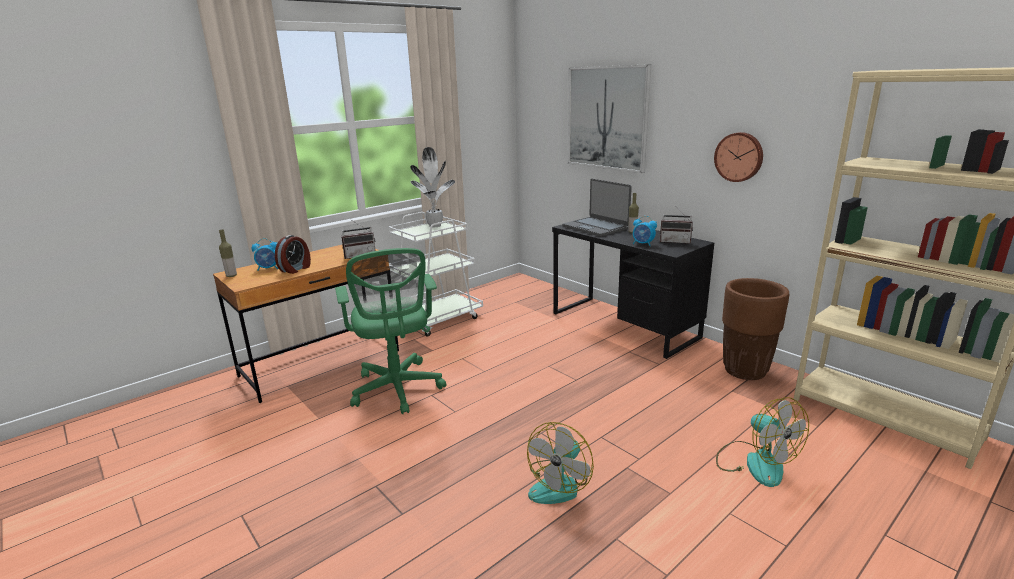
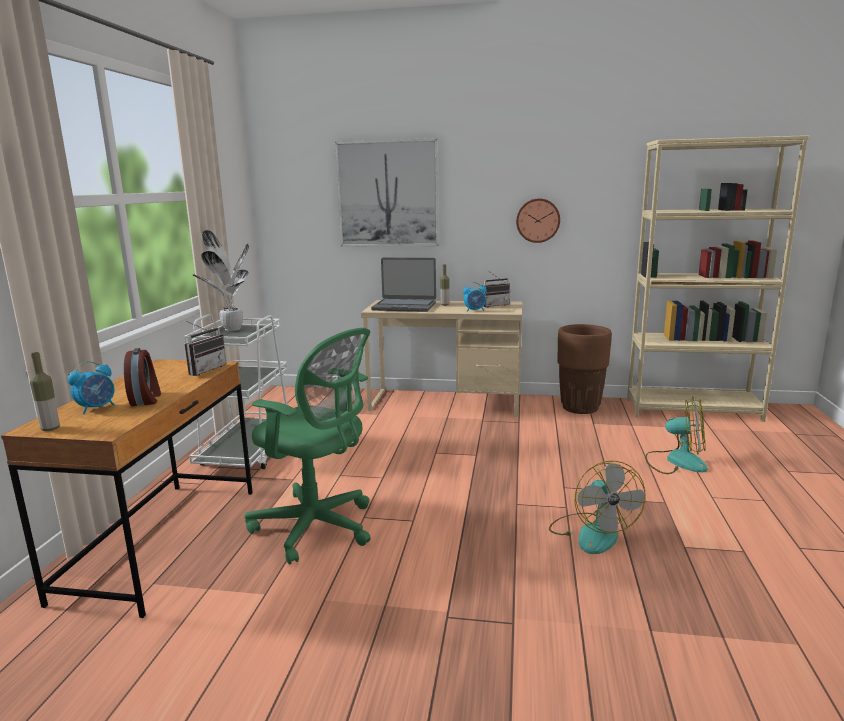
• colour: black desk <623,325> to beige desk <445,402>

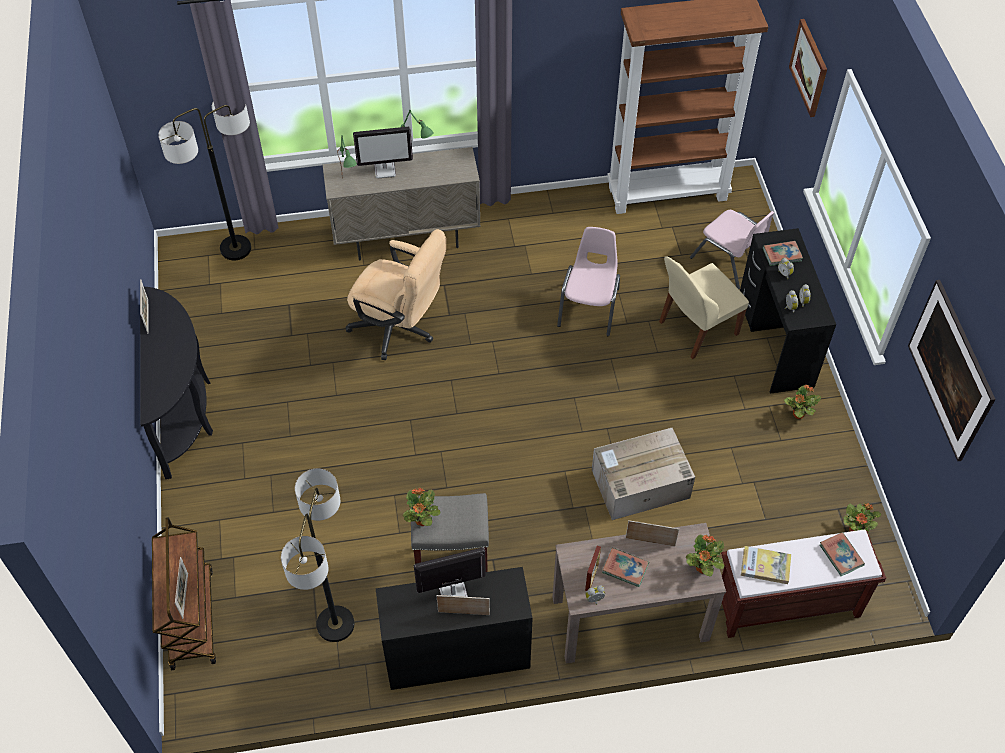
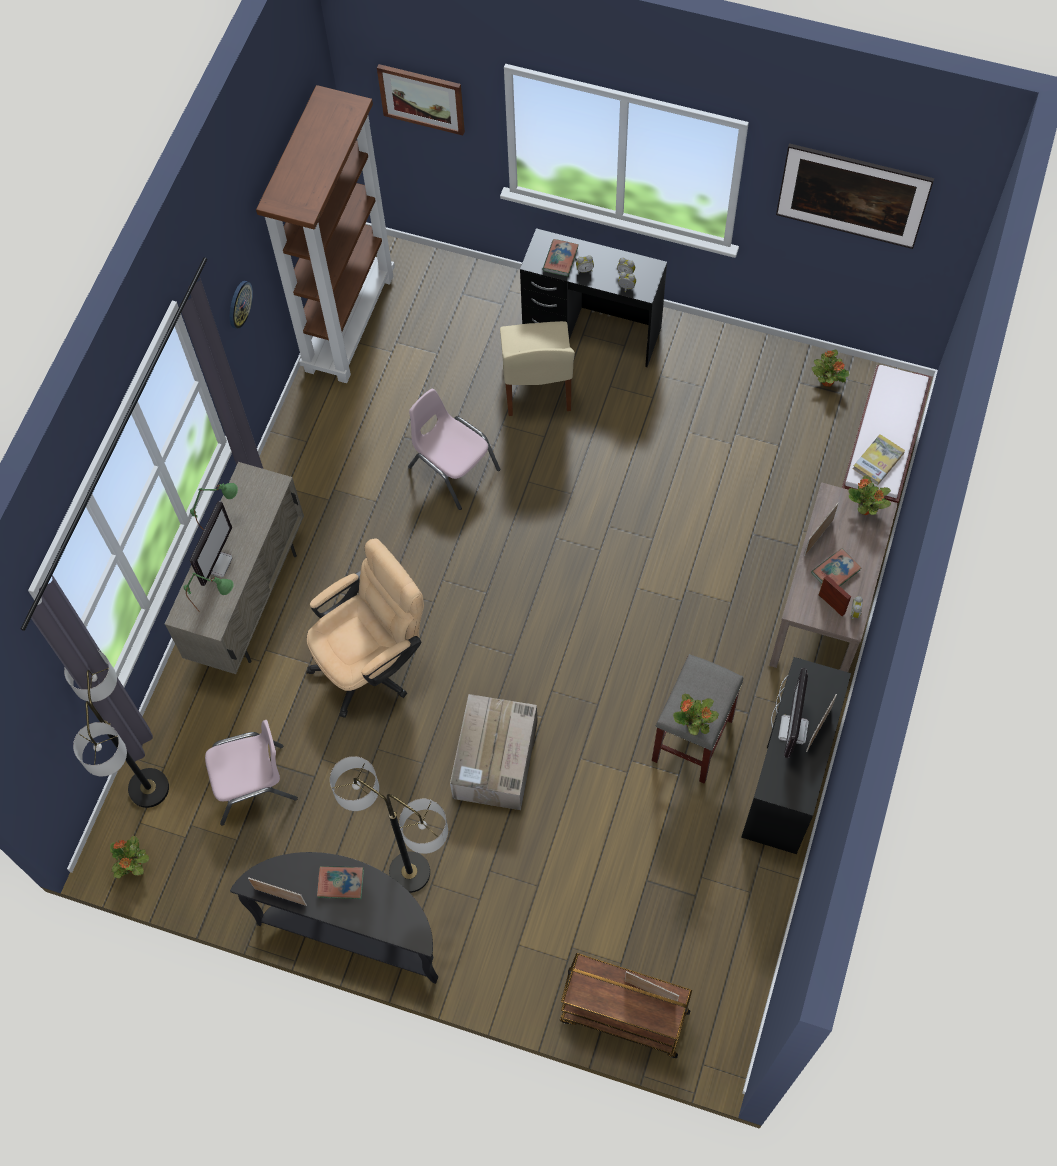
• relocated: potted plant <798,414> to <134,866>
• relocated: pink chair <729,261> to <252,784>
• appeared: wall clock <239,304>
• relocated: book <841,555> to <341,883>
• relocated: floor lamp <335,624> to <409,872>
• relocated: cardboard box <639,484> to <495,761>

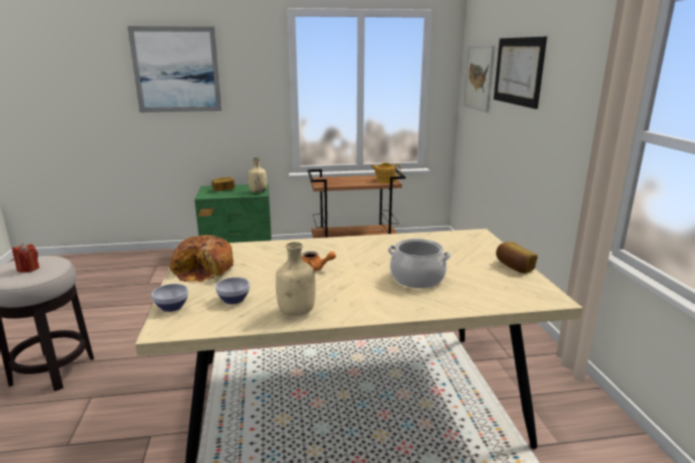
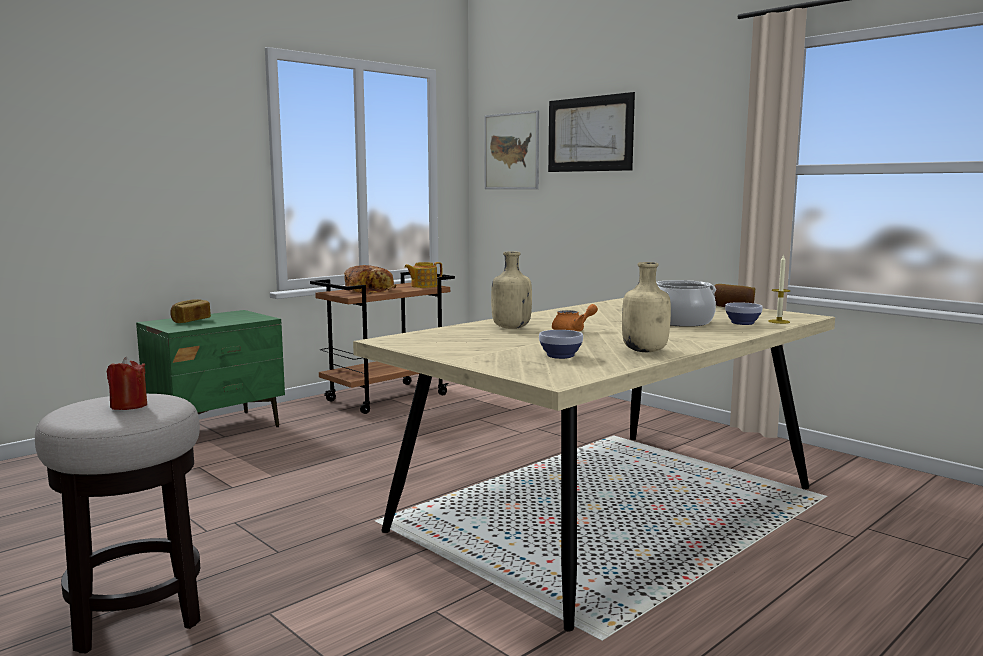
• relocated: bread <205,270> to <370,290>
• relocated: beige bottle <258,192> to <510,328>
• relocated: bowl <171,307> to <743,323>
• appeared: candle <779,321>
• missing: picture <176,70>

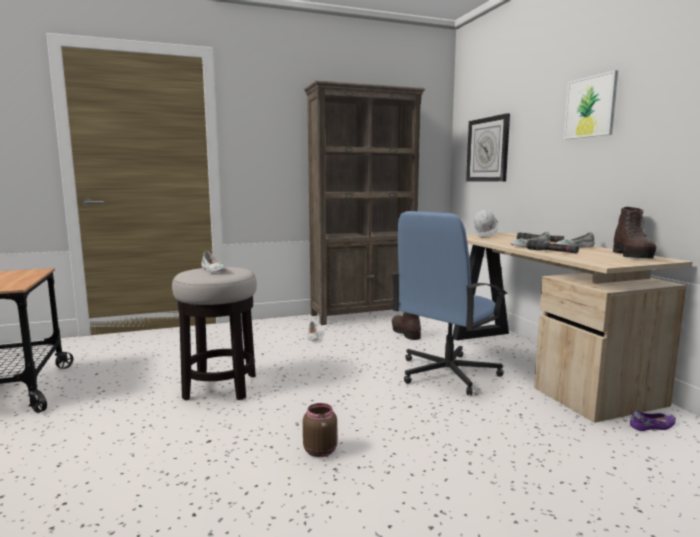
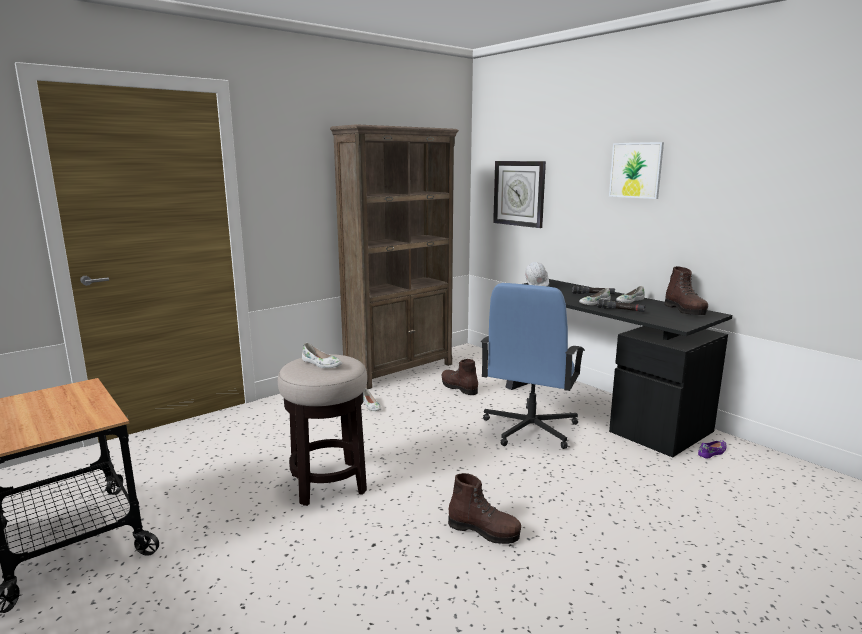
• exchanged: brown jar <320,450> to brown boot <484,530>
• colour: beige desk <537,364> to black desk <596,406>

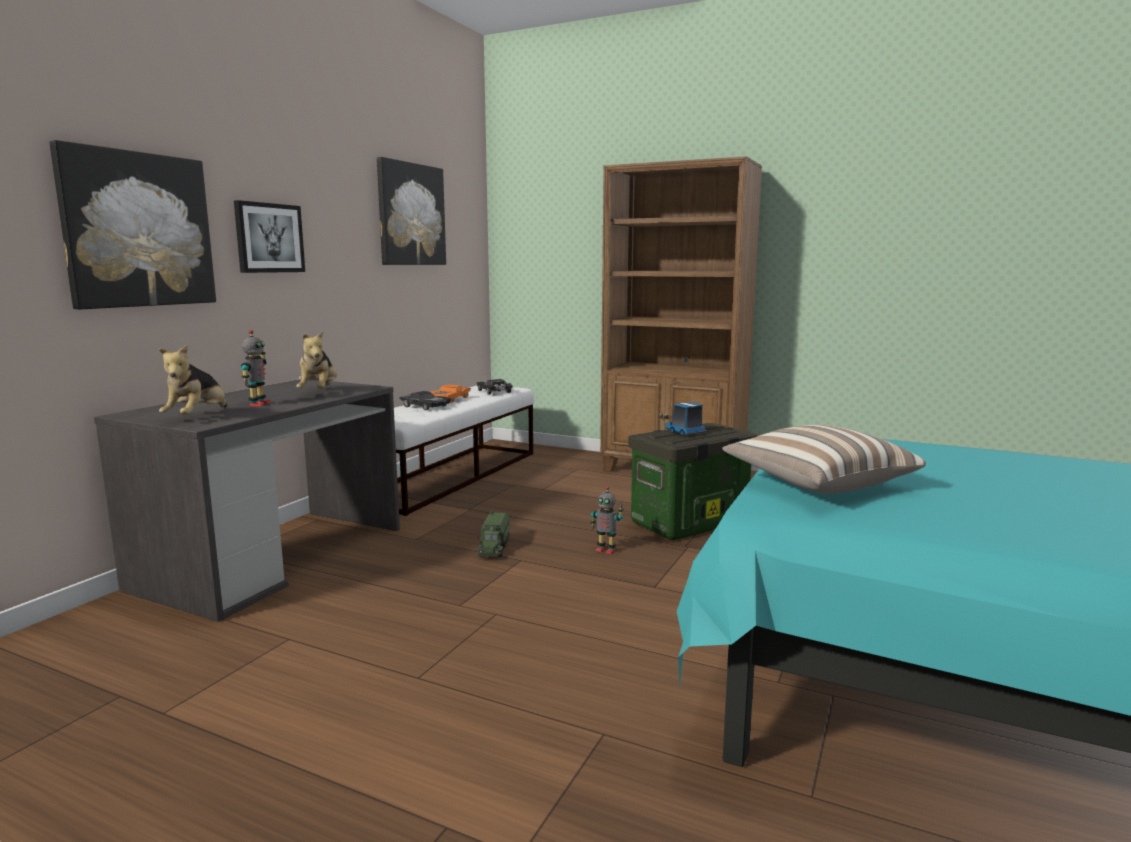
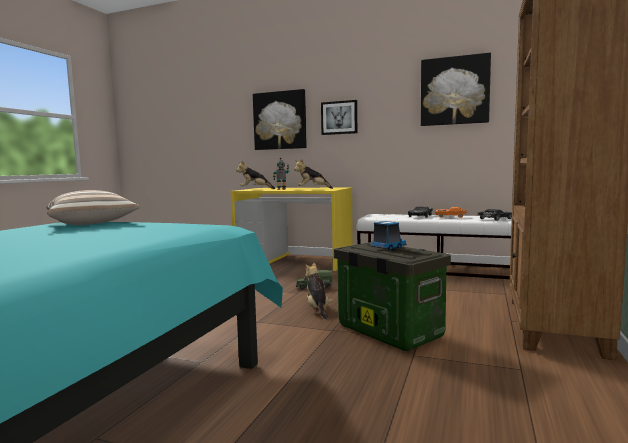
• colour: grey desk <273,557> to yellow desk <294,261>
• exchanged: toy robot <605,550> to plush toy <317,309>

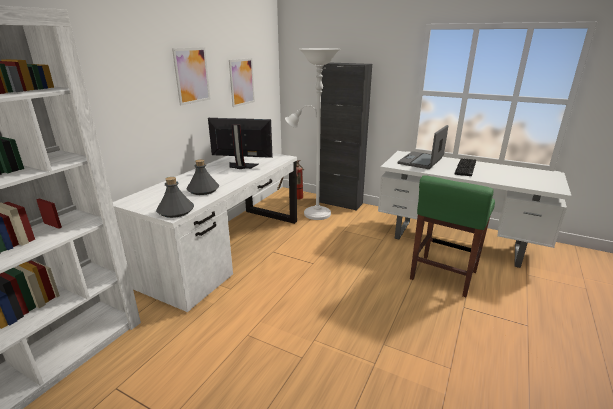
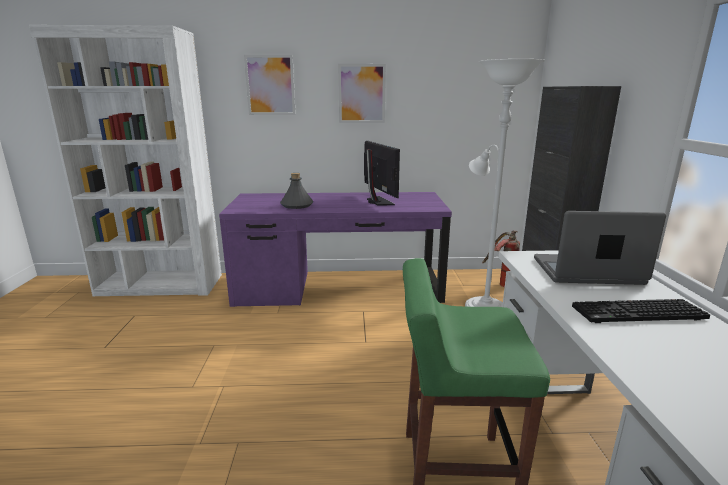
• colour: white desk <225,250> to purple desk <339,287>
• relocated: picture <242,82> to <270,85>
• missing: grey bottle <176,211>

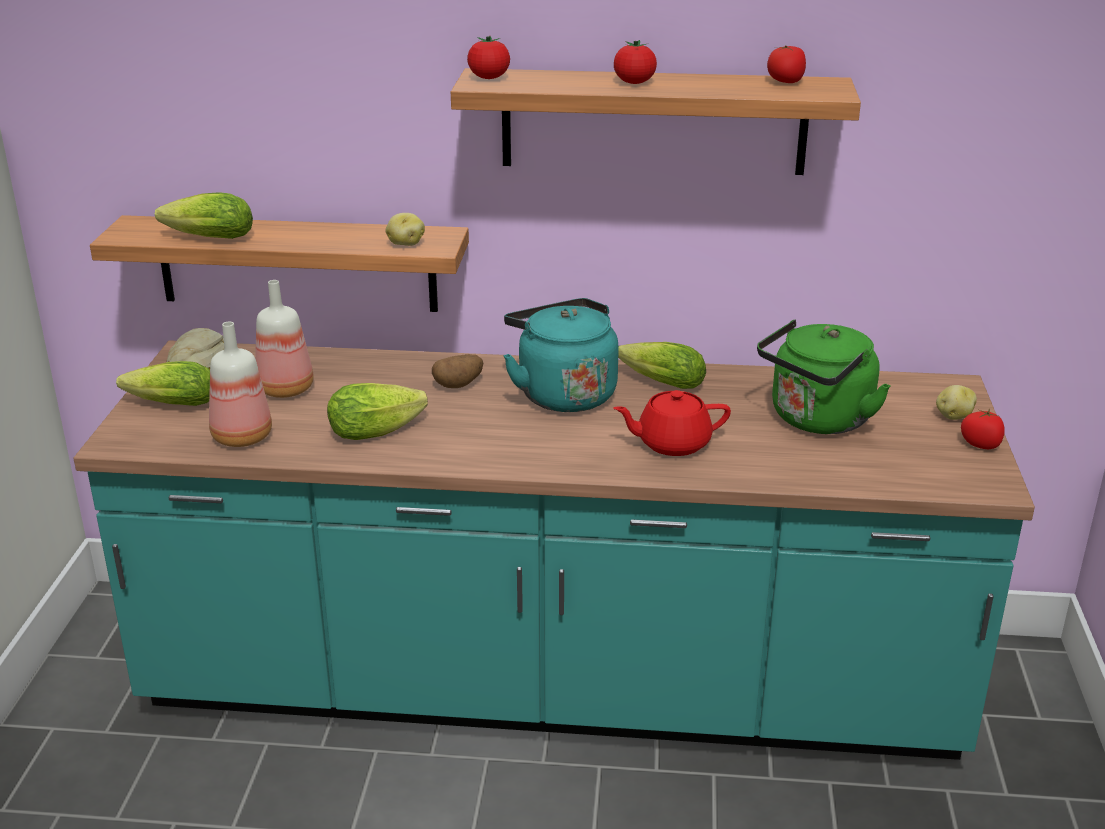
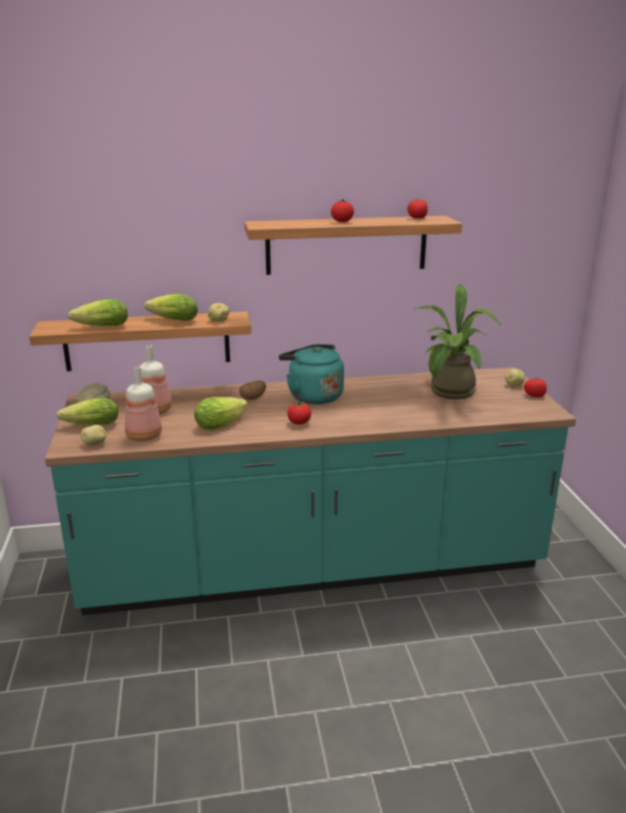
• appeared: potato <95,444>
• relocated: lettuce <658,382> to <171,320>
• relocated: tomato <489,78> to <299,423>
• exchanged: green kettle <817,420> to potted plant <450,394>
• missing: red teapot <672,443>

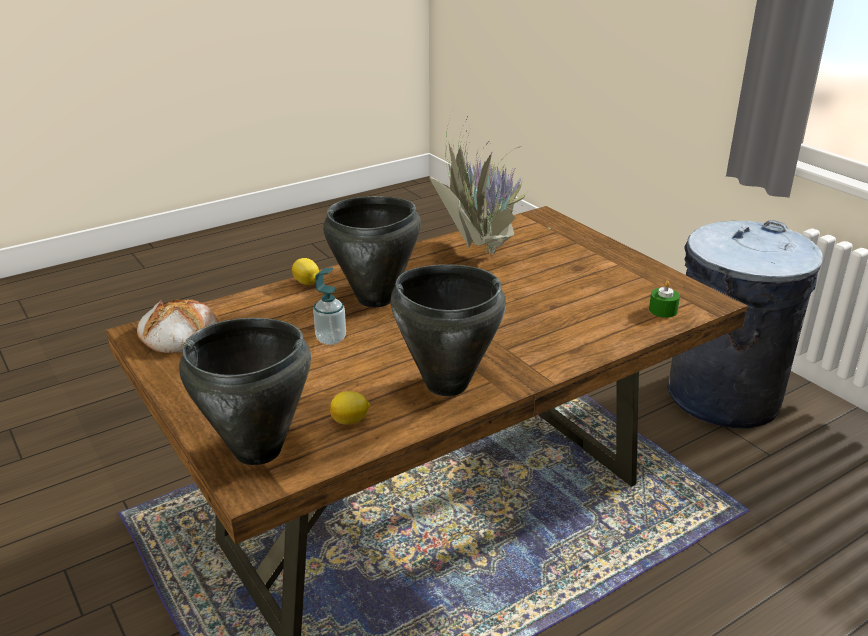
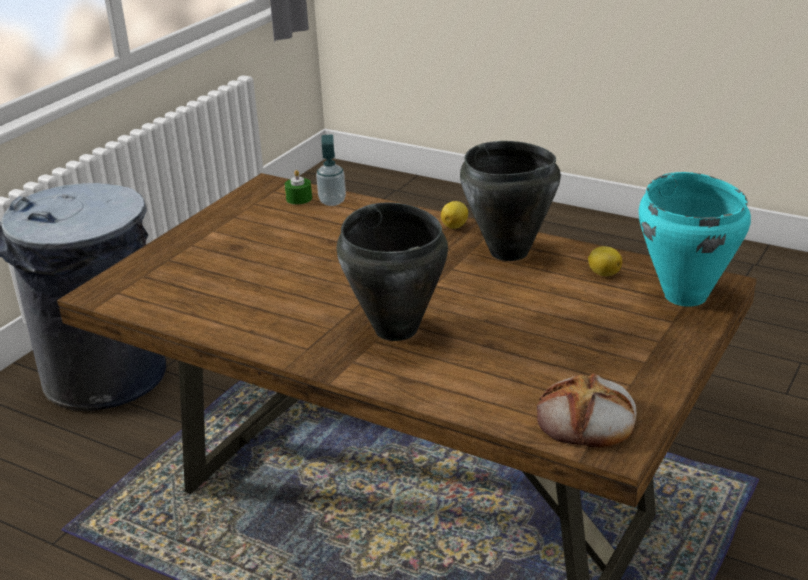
• relocated: soap dispenser <331,339> to <332,201>
• relocated: lemon <306,283> to <455,226>
• colour: black cooking pot <258,451> to turquoise cooking pot <685,295>
• missing: potted plant <479,252>

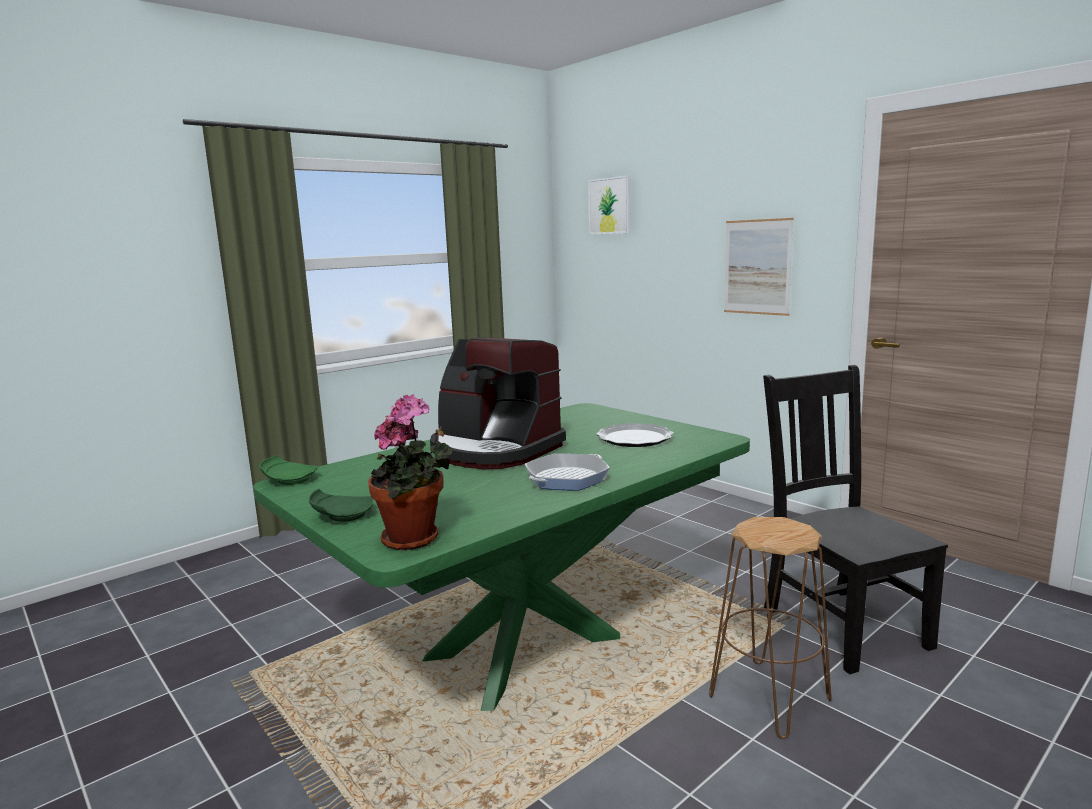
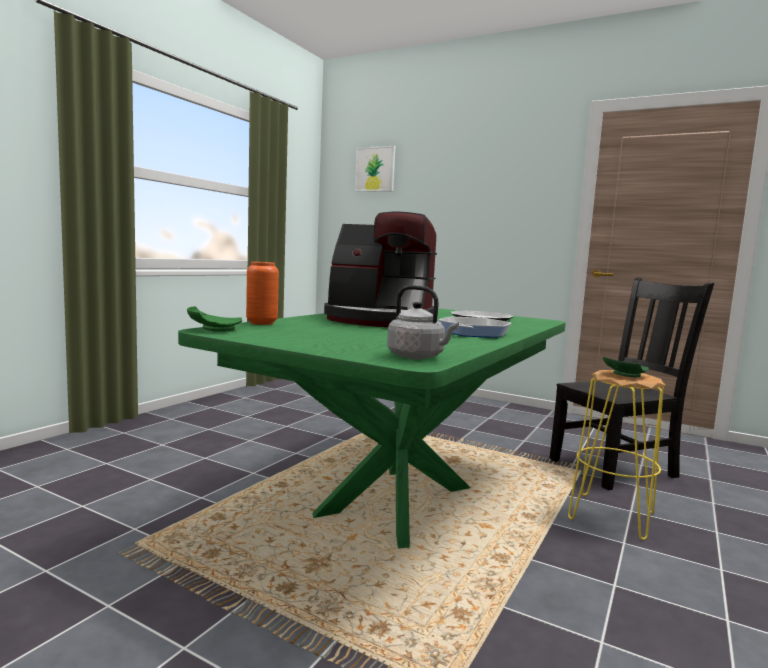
• appeared: orange vase <261,323>
• exchanged: potted plant <415,539> to grey kettle <418,357>
• spun: black chair <841,624> = <616,468> 105 degrees clockwise
• colour: brown stool <768,698> to yellow stool <611,516>
• relocated: green plate <342,516> to <624,375>
• missing: picture <757,267>

